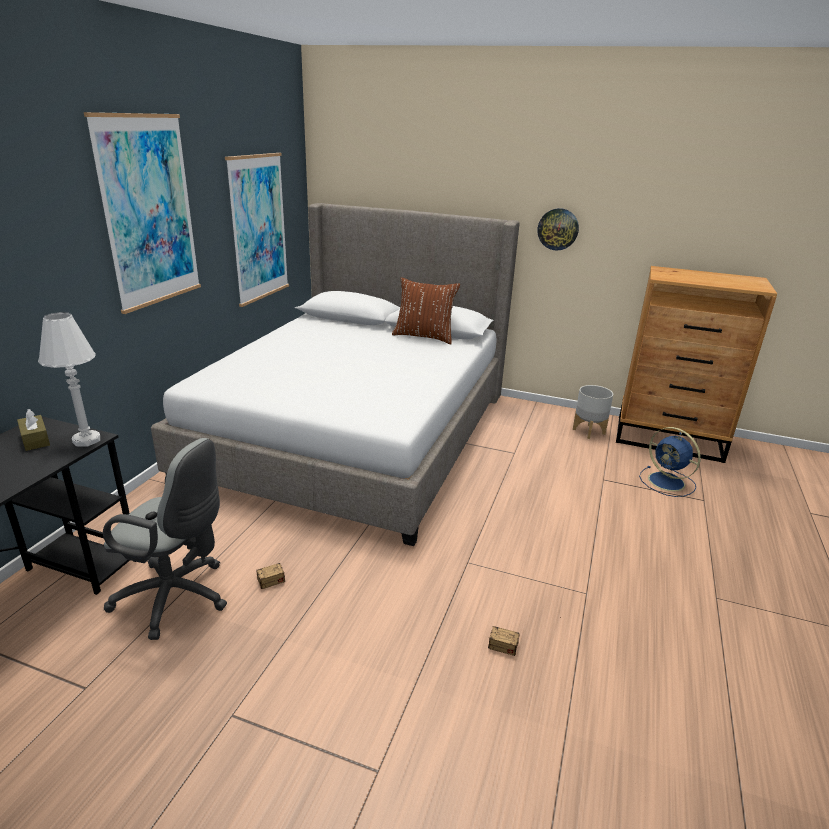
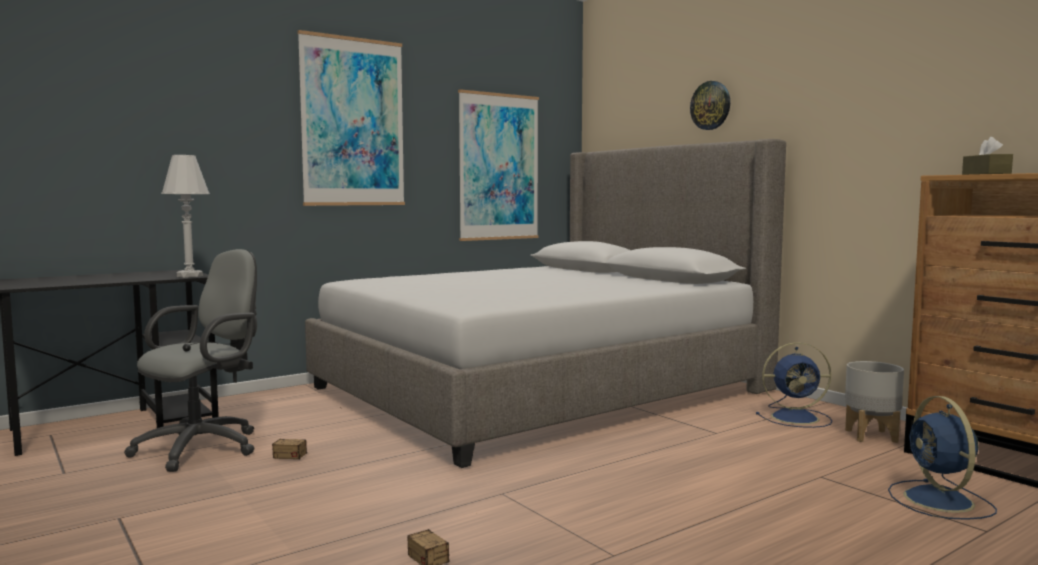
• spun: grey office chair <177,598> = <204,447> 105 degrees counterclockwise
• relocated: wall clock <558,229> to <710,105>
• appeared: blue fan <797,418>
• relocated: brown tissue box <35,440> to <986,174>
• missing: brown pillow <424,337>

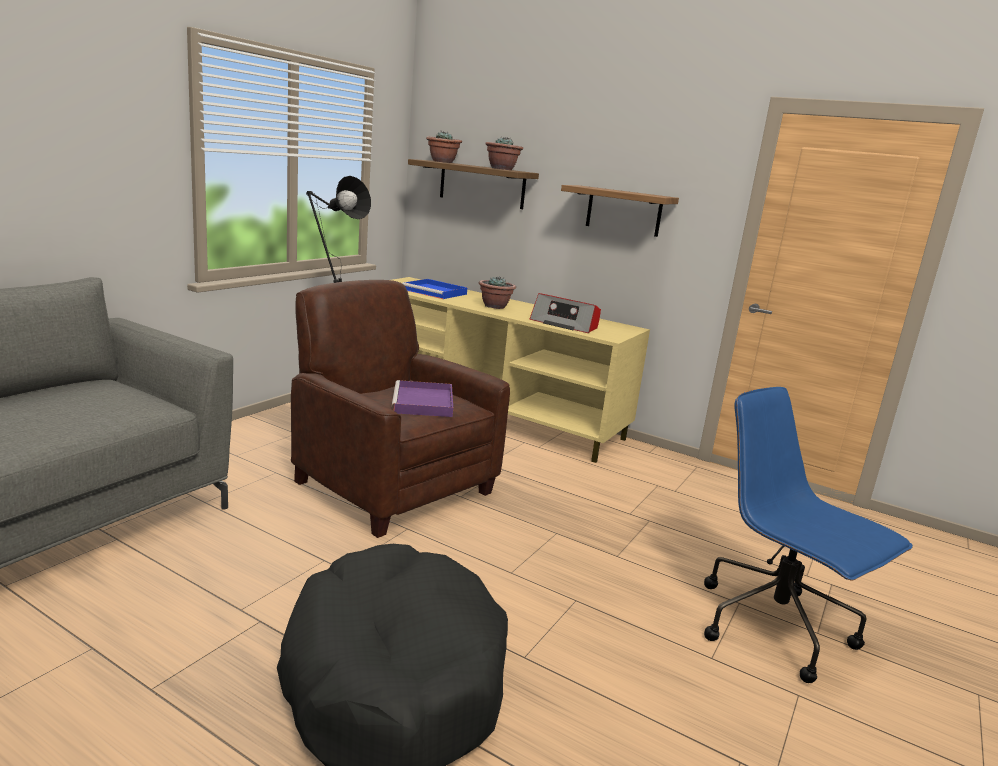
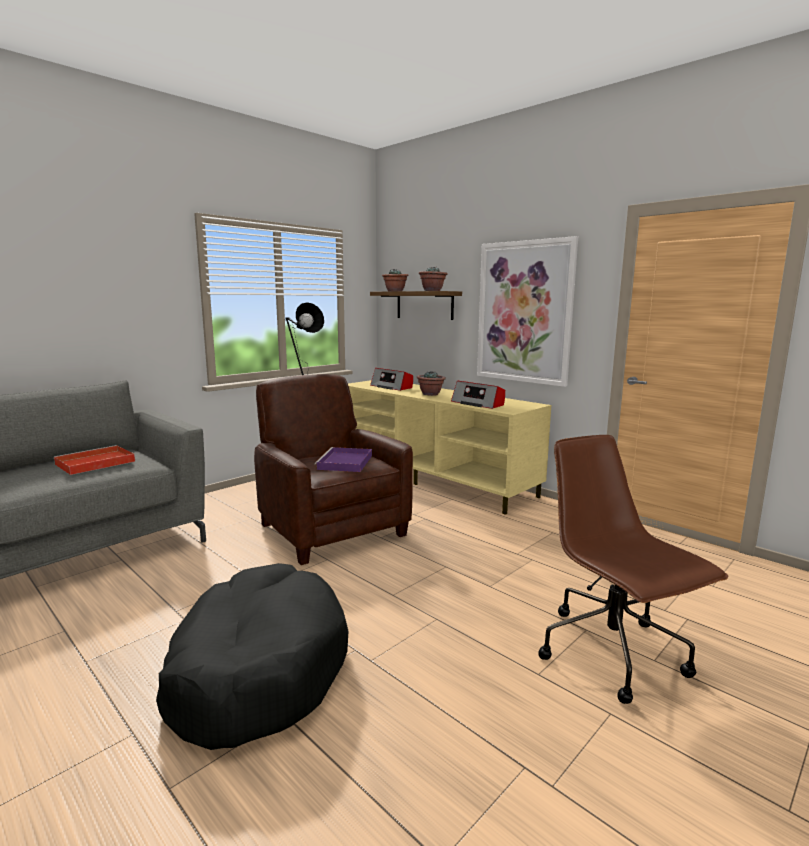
• appeared: red tray <94,463>
• exchanged: blue tray <436,292> to radio <392,387>
• exchanged: shelf <624,211> to picture <524,312>
• colour: blue office chair <776,628> to brown office chair <613,653>

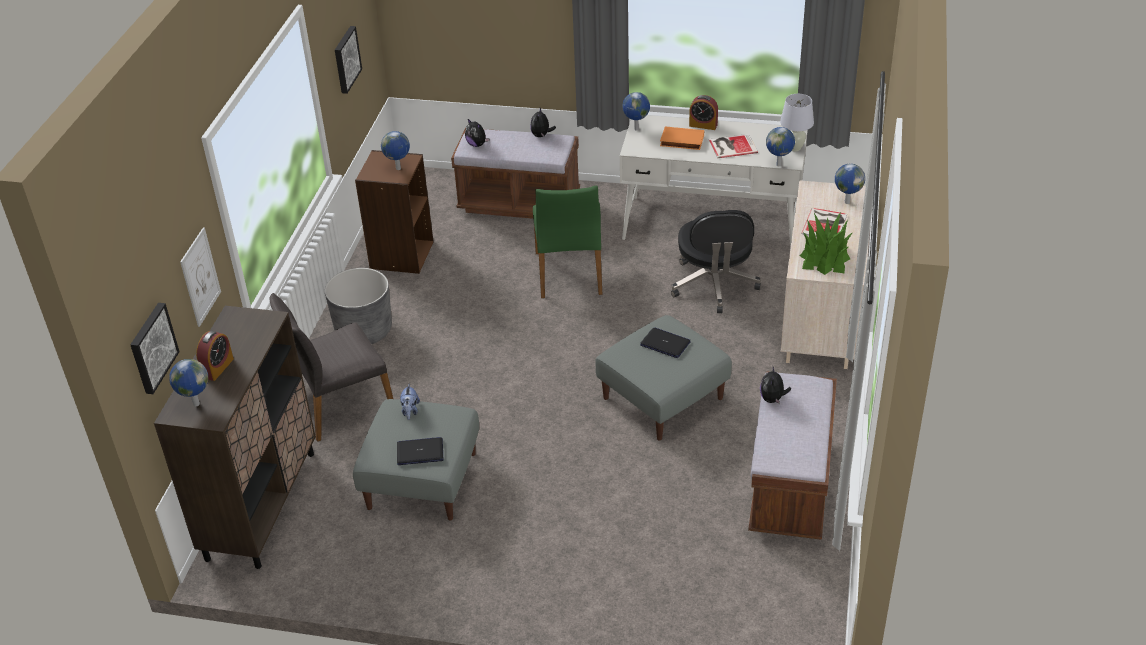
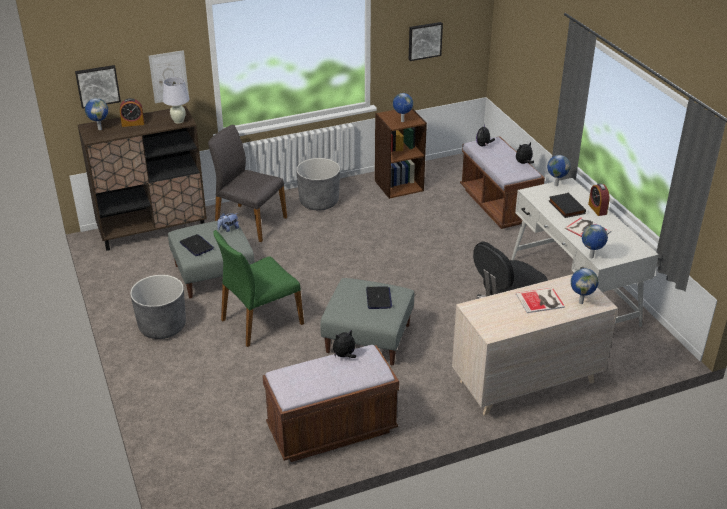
• appeared: grey planter <162,326>
• relocated: white table lamp <794,148> to <178,121>
• relocated: green chair <570,273> to <260,321>
• colour: orange book <681,141> to black book <565,207>
• missing: potted plant <825,258>

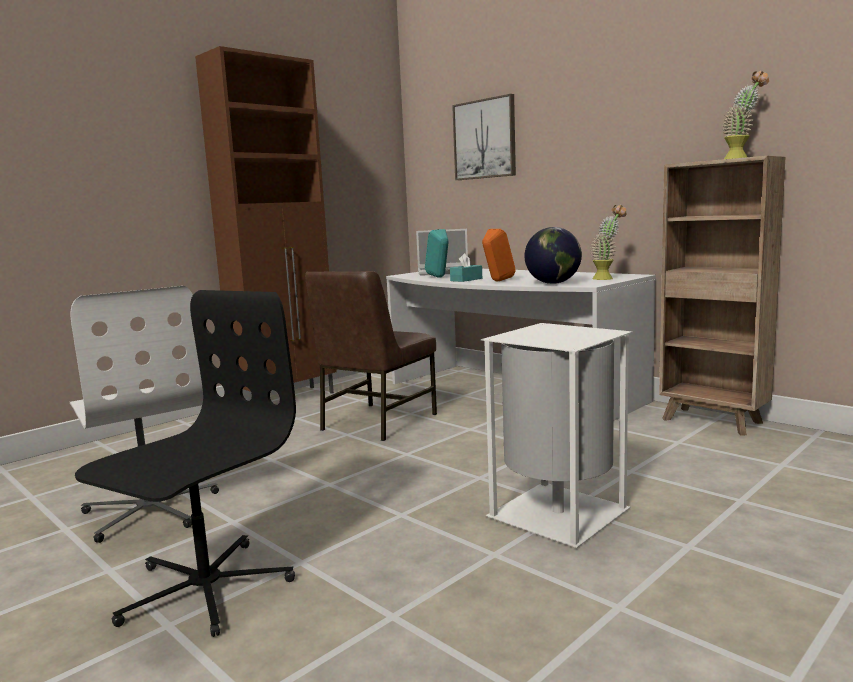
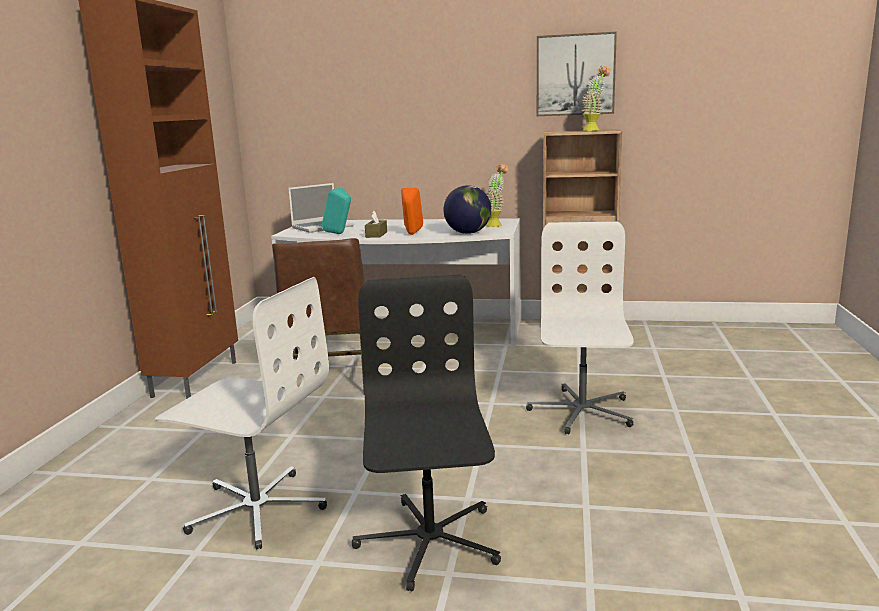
• colour: turquoise tissue box <466,279> to brown tissue box <376,235>
• exchanged: white trash can <561,513> to white office chair <581,411>
• relocated: picture <485,139> to <575,75>

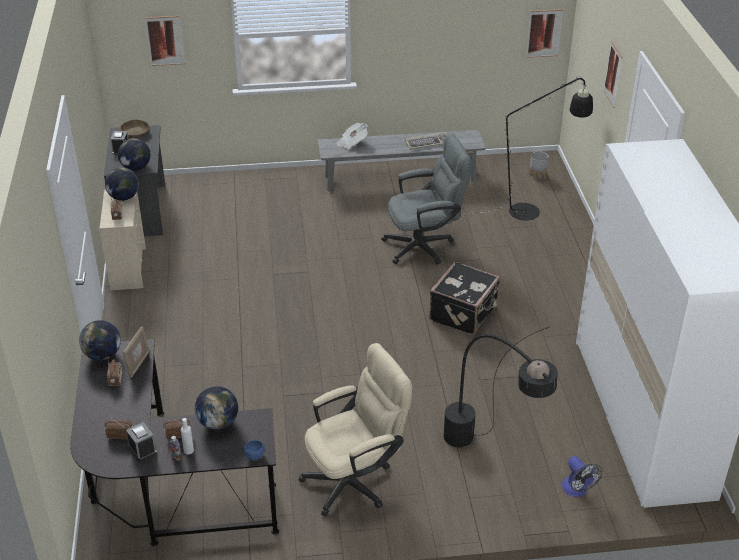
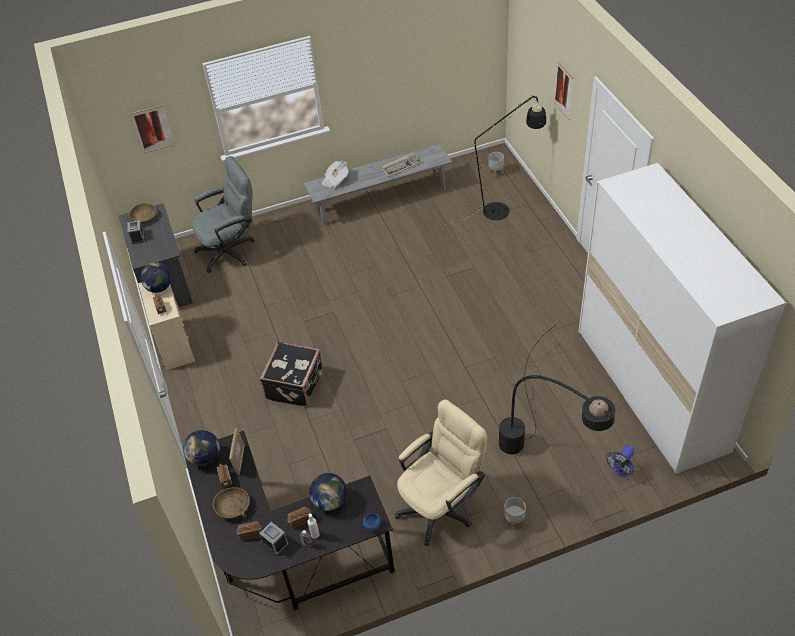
• relocated: grey office chair <425,246> to <232,250>
• appeared: brown bowl <233,507>
• relocated: black suitcase <464,313> to <296,385>
• appeared: grey planter <514,521>
• spun: fan <577,490> = <621,470> 75 degrees clockwise
• missing: globe <136,168>
• missing: picture <544,33>

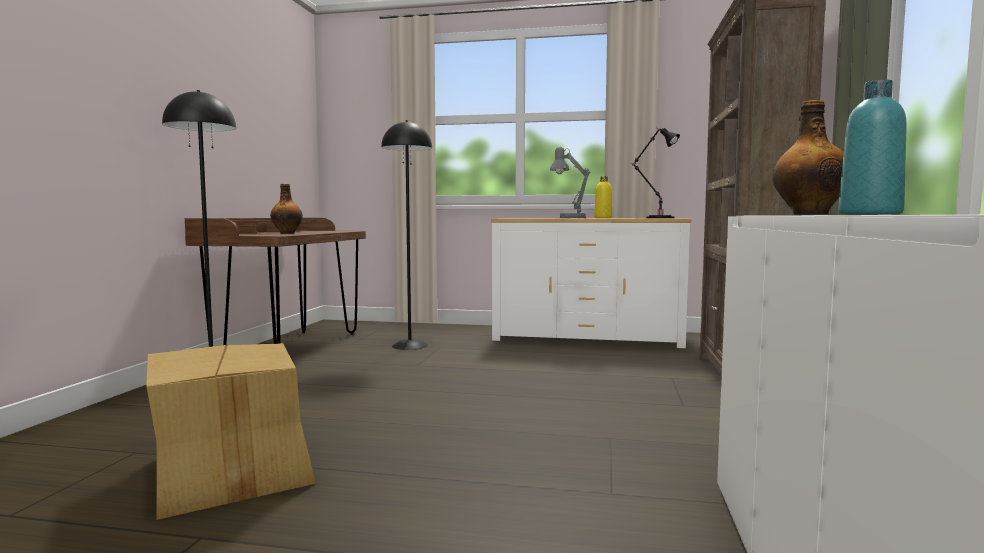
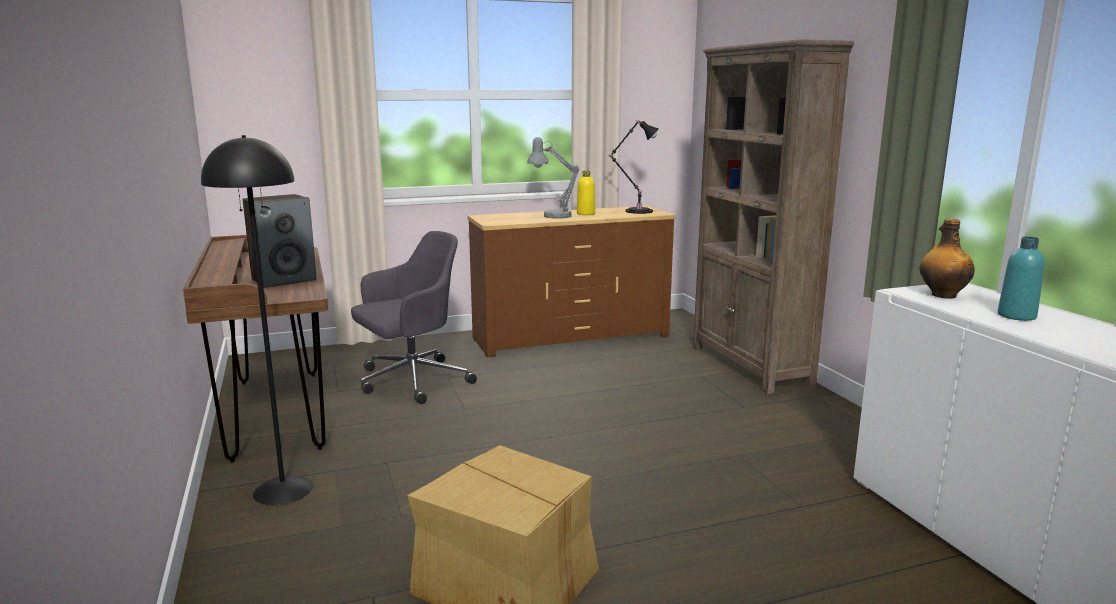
• exchanged: bottle <287,233> to speaker <284,280>
• exchanged: black floor lamp <410,345> to grey office chair <411,381>
• colour: white dresser <586,338> to brown dresser <570,337>

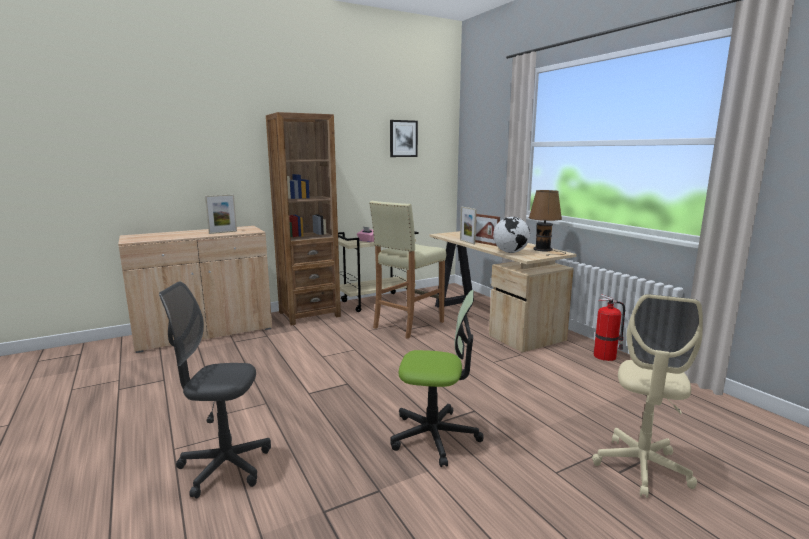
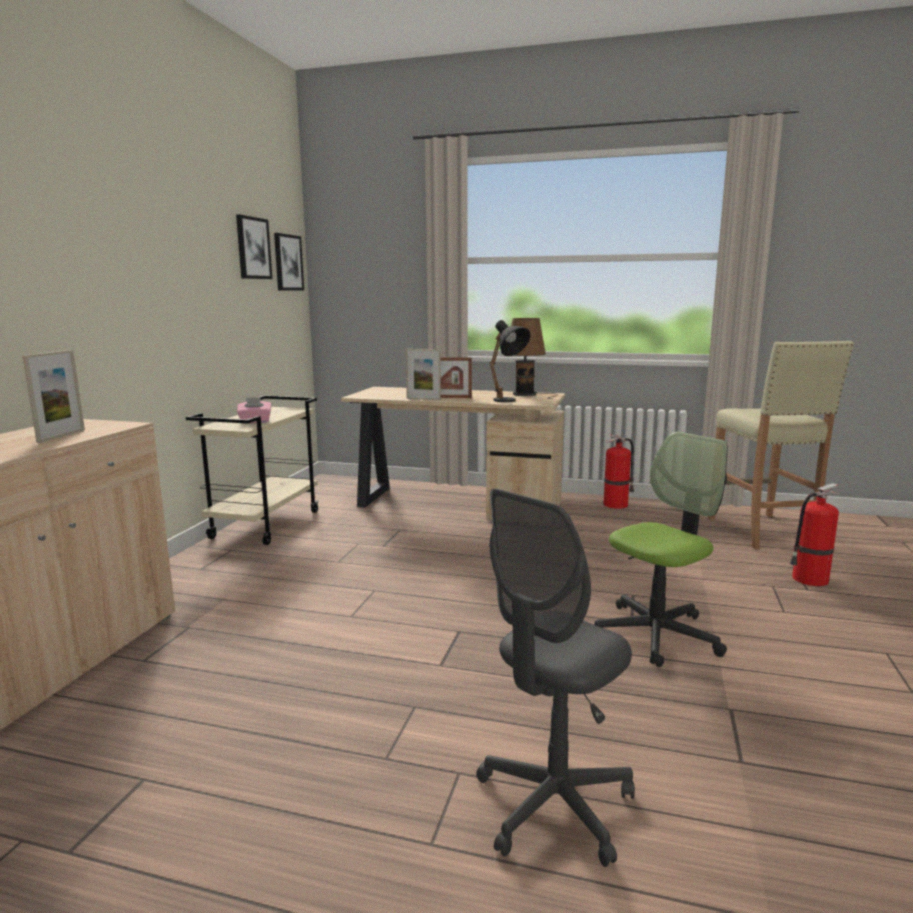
• appeared: picture <288,262>
• exchanged: globe <510,252> to black table lamp <508,401>
• relocated: beige stool <408,325> to <762,531>
• exchanged: beige office chair <641,468> to fire extinguisher <808,579>
• missing: brown bookcase <309,314>

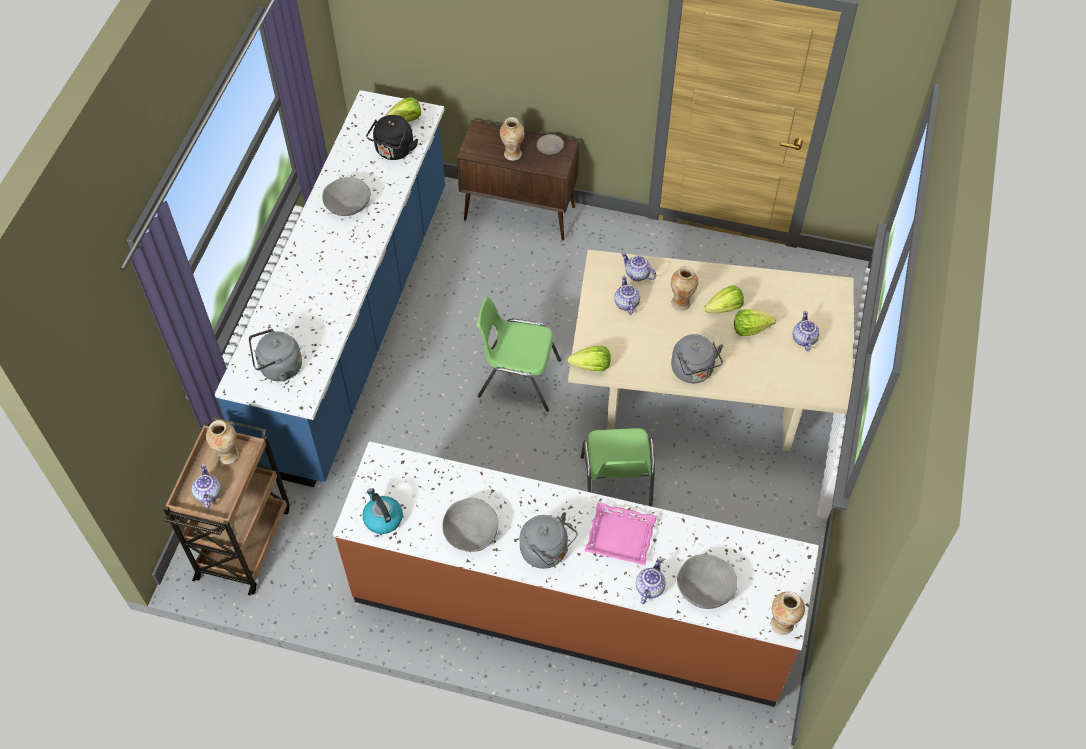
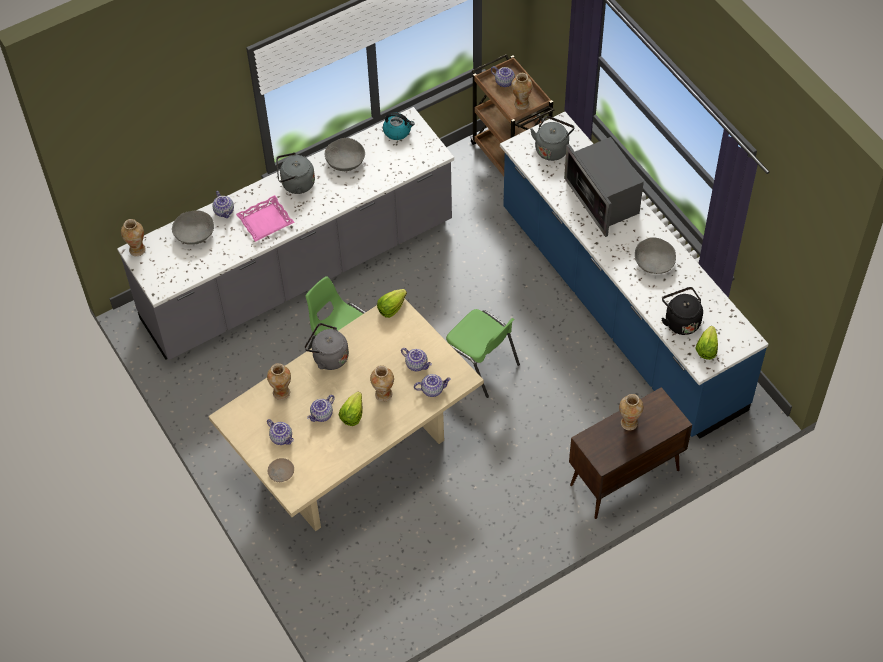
• colour: brown counter <572,608> to grey counter <299,273>
• appeared: vase <282,392>
• relocated: beige plate <550,147> to <281,472>
• exchanged: lettuce <750,329> to teapot <322,415>
• spun: green chair <518,378> = <480,365> 75 degrees clockwise
• appeared: microwave <603,199>

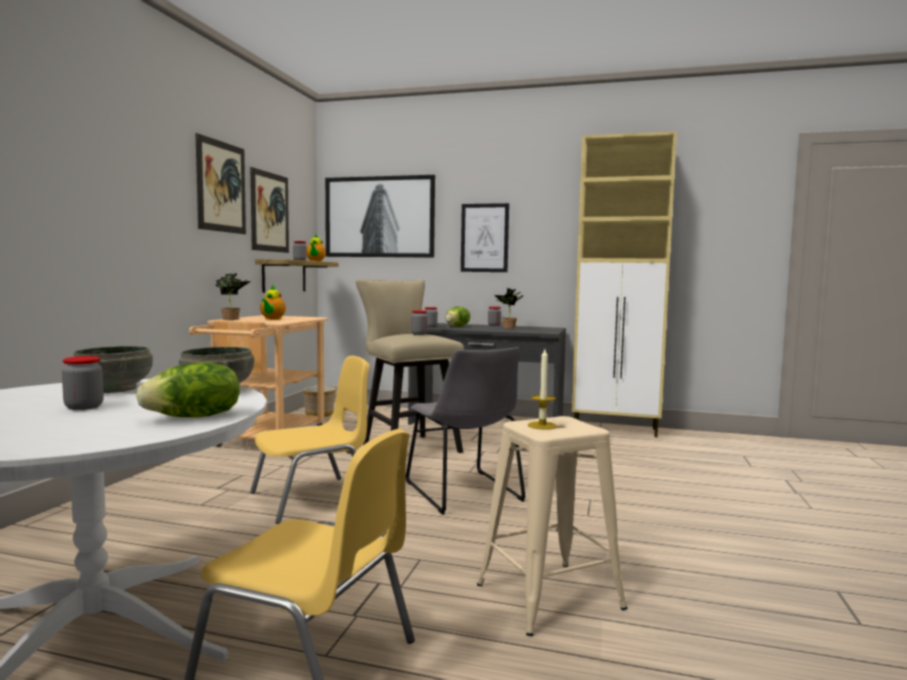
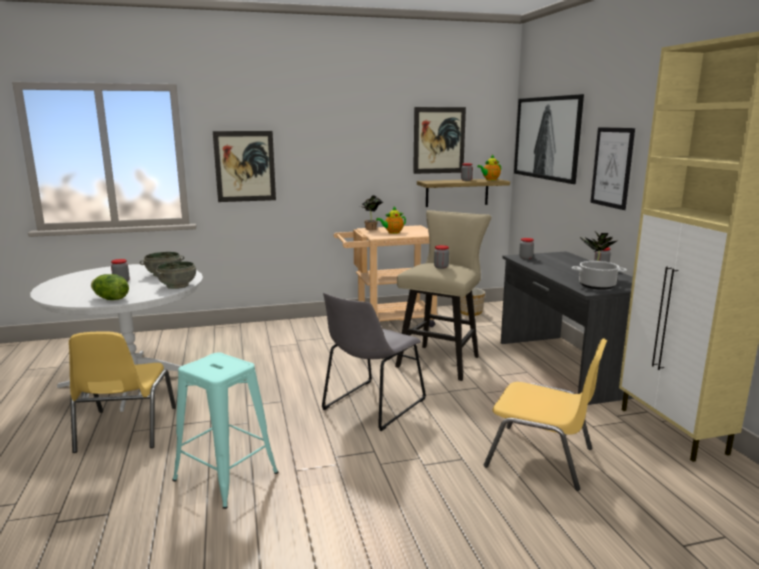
• colour: beige stool <549,596> to turquoise stool <226,476>
• relocated: picture <221,187> to <245,166>
• relocated: yellow chair <313,498> to <541,458>
• appeared: cooking pot <597,286>
• missing: lettuce <457,326>
• missing: candle <542,425>

